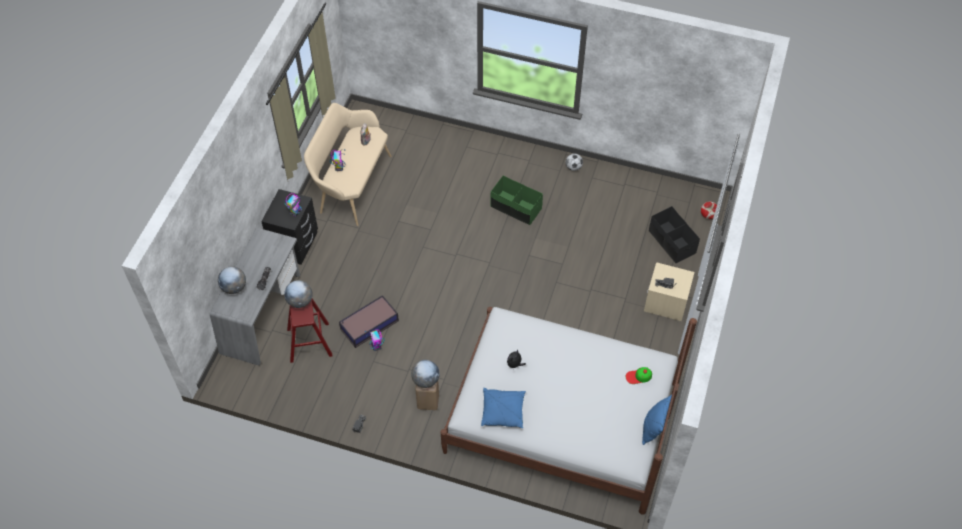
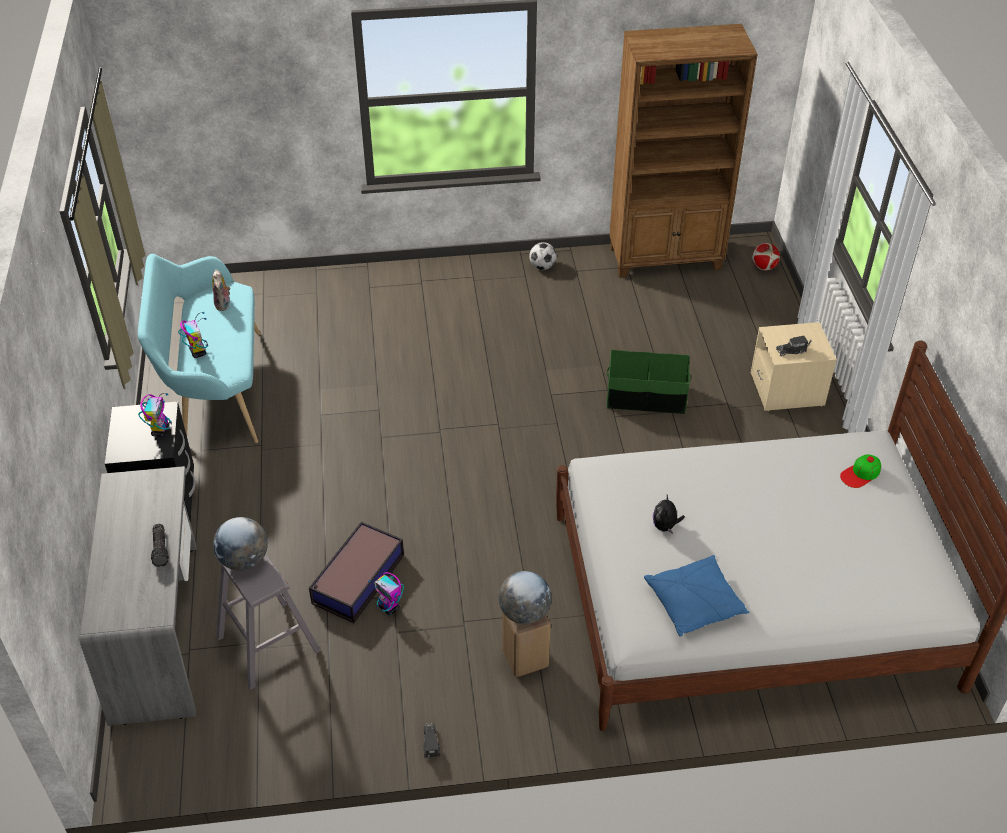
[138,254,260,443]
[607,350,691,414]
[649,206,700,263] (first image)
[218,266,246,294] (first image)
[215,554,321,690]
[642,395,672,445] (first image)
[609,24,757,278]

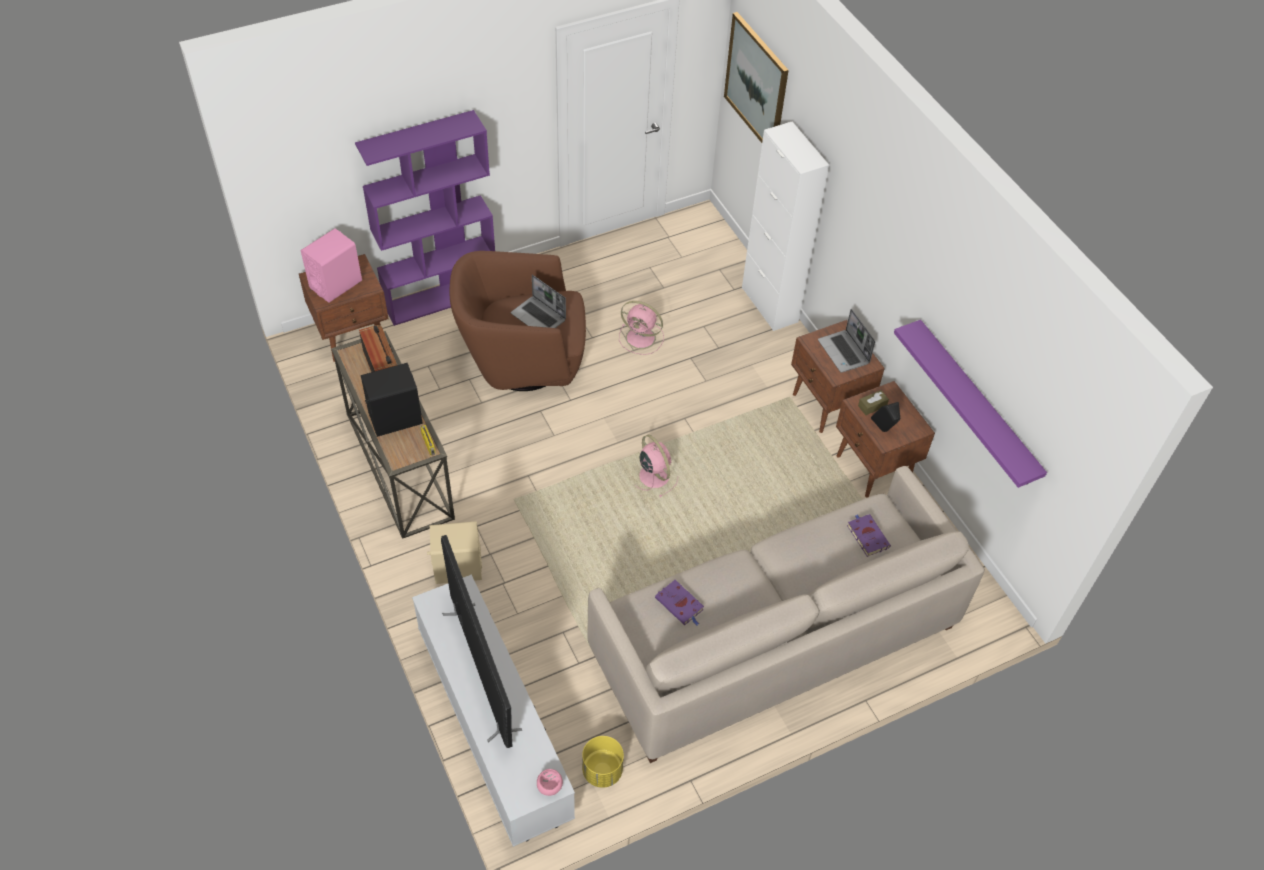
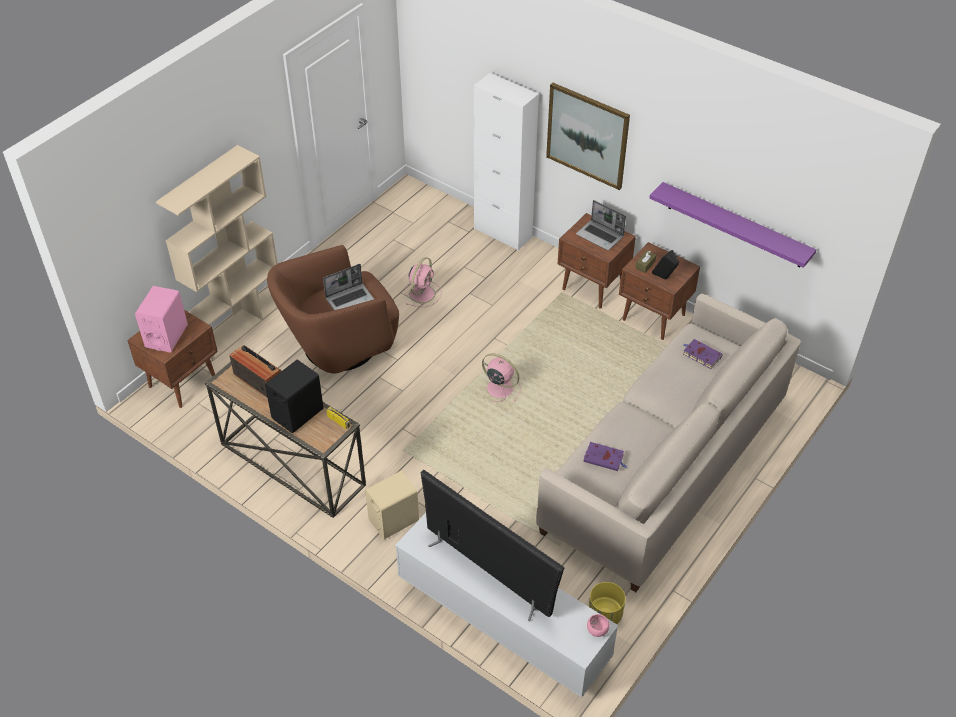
[546,83,630,190]
[156,145,278,361]
[323,264,374,310]
[405,257,442,307]

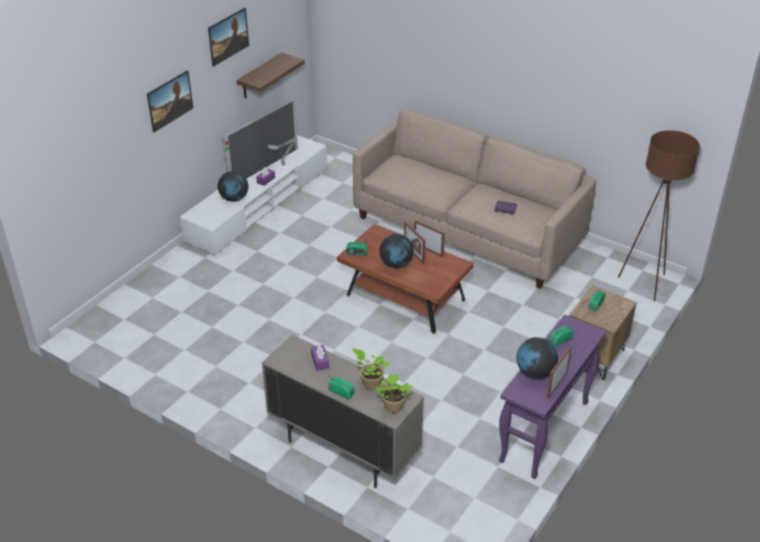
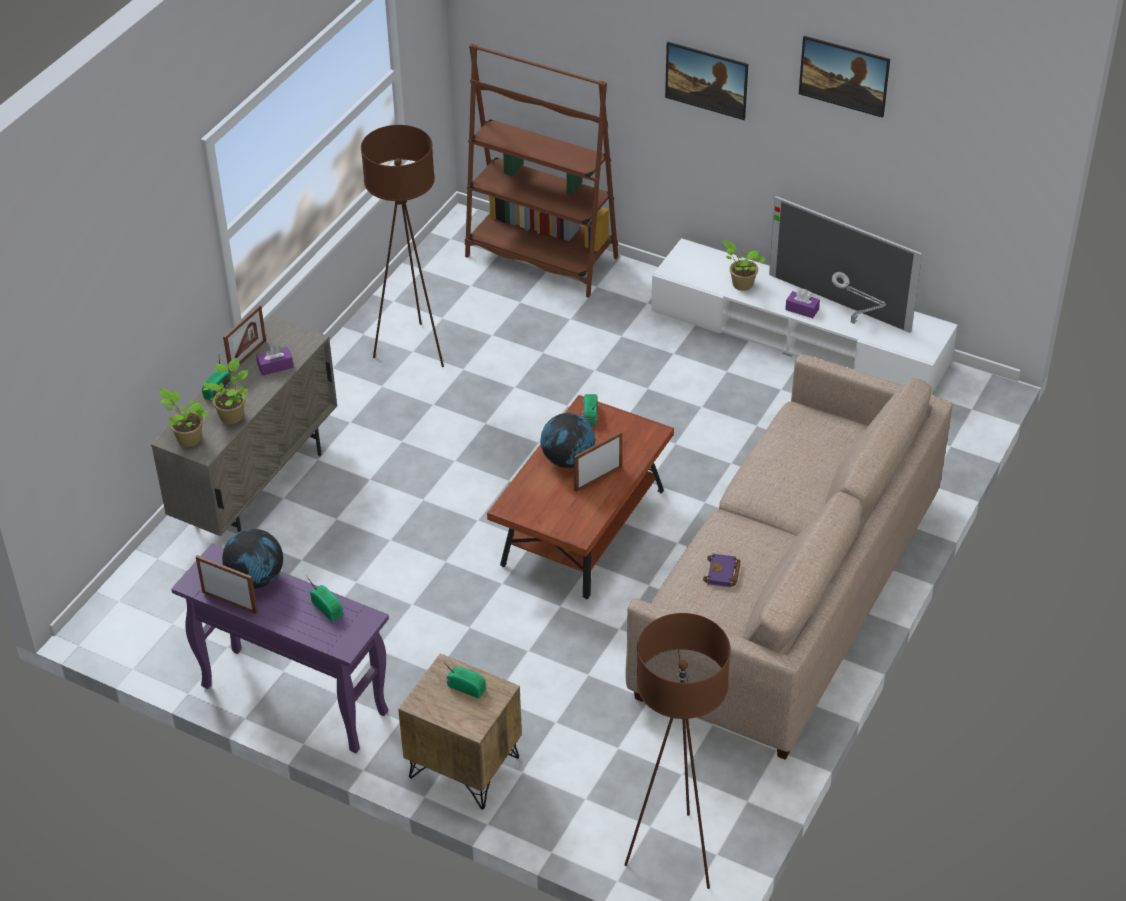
[237,53,305,98] (first image)
[722,240,766,291]
[223,305,266,373]
[465,43,618,298]
[361,125,444,367]

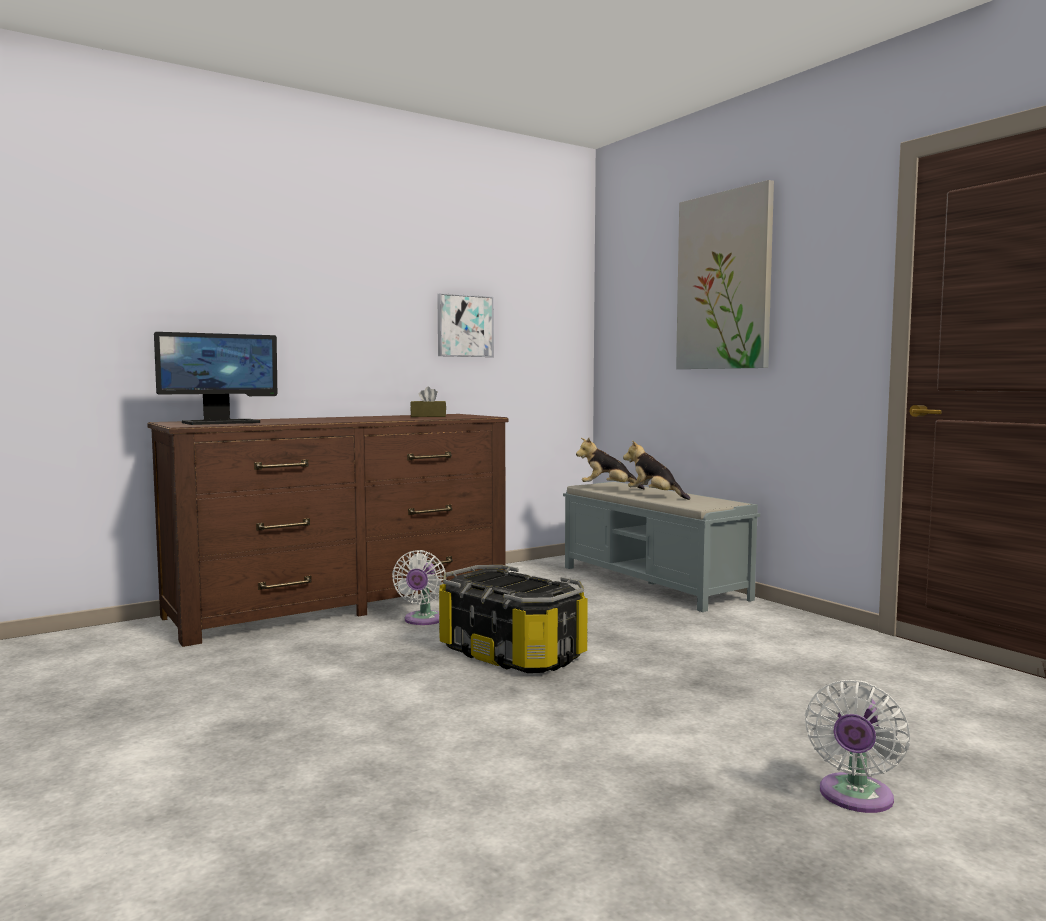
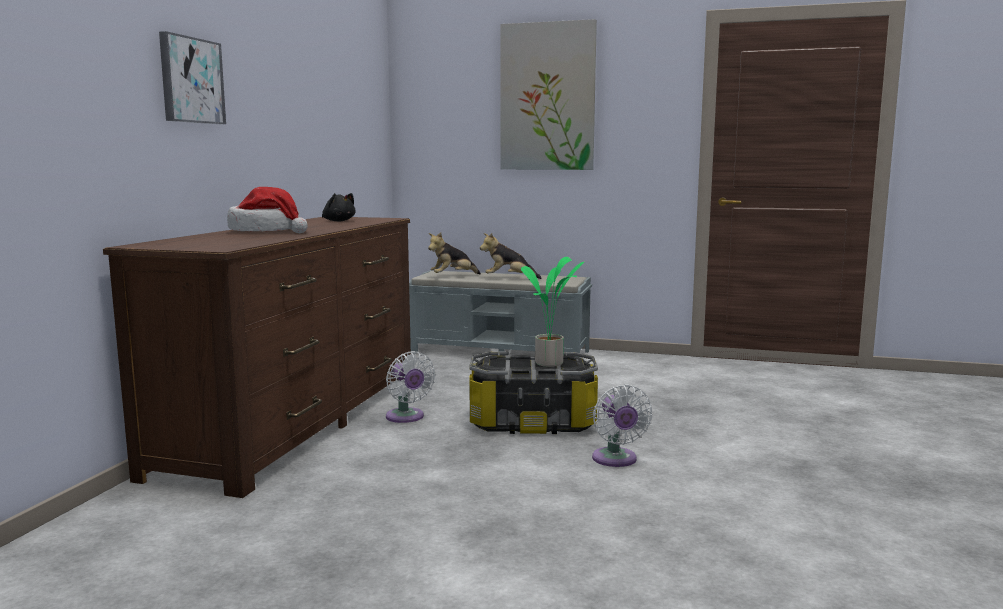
[159,31,226,124]
[154,332,277,425] (first image)
[322,193,356,221]
[592,385,653,467]
[227,187,308,233]
[521,257,584,367]

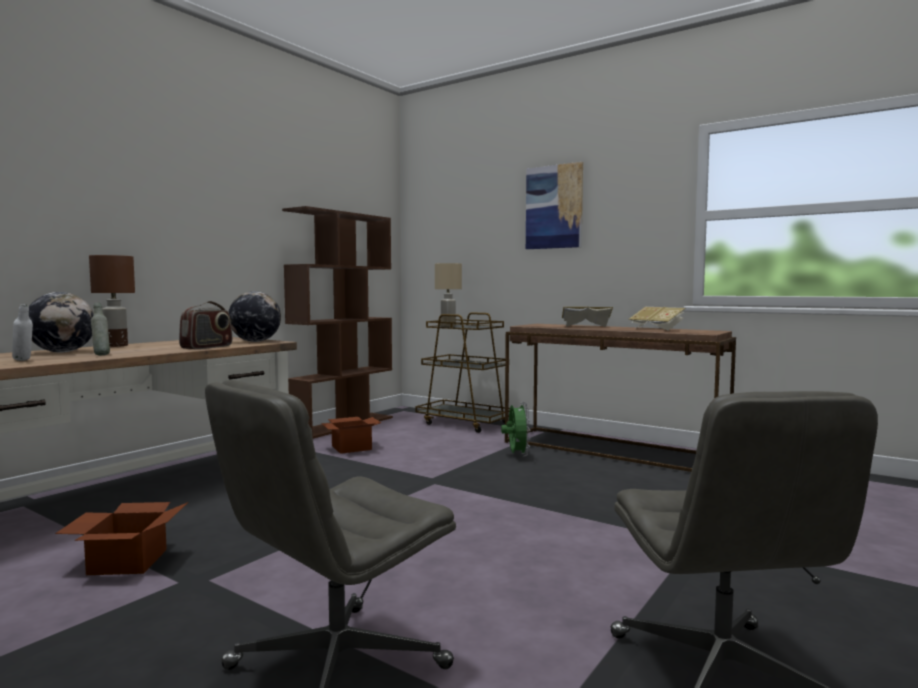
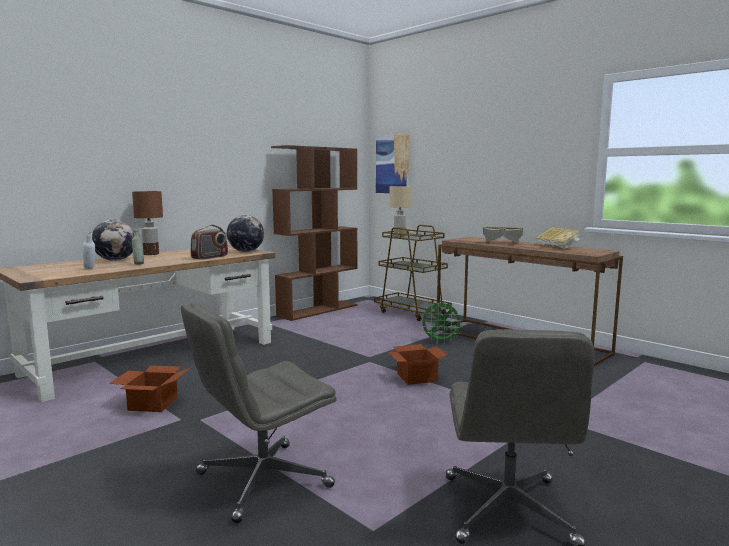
[376,134,409,193]
[420,302,463,344]
[388,344,448,385]

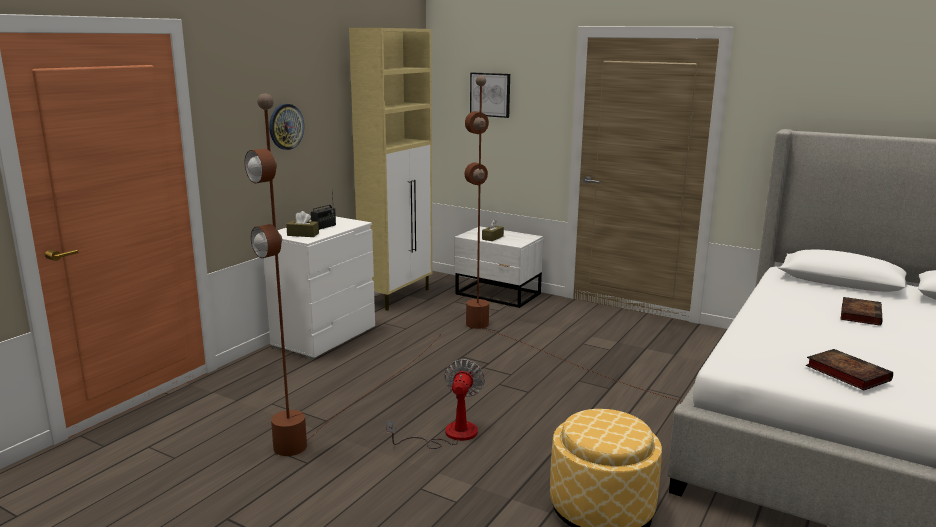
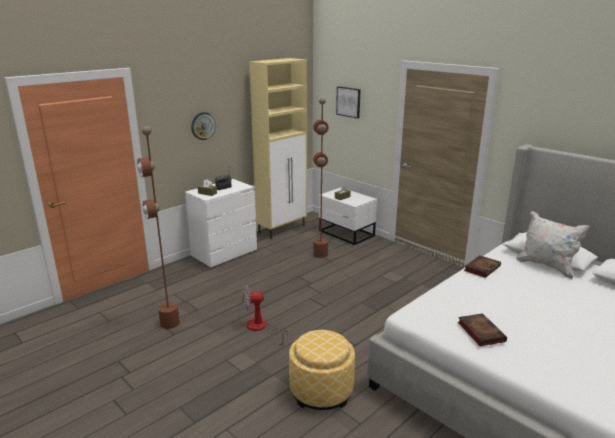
[464,255,501,278]
[242,285,287,345]
[516,211,590,279]

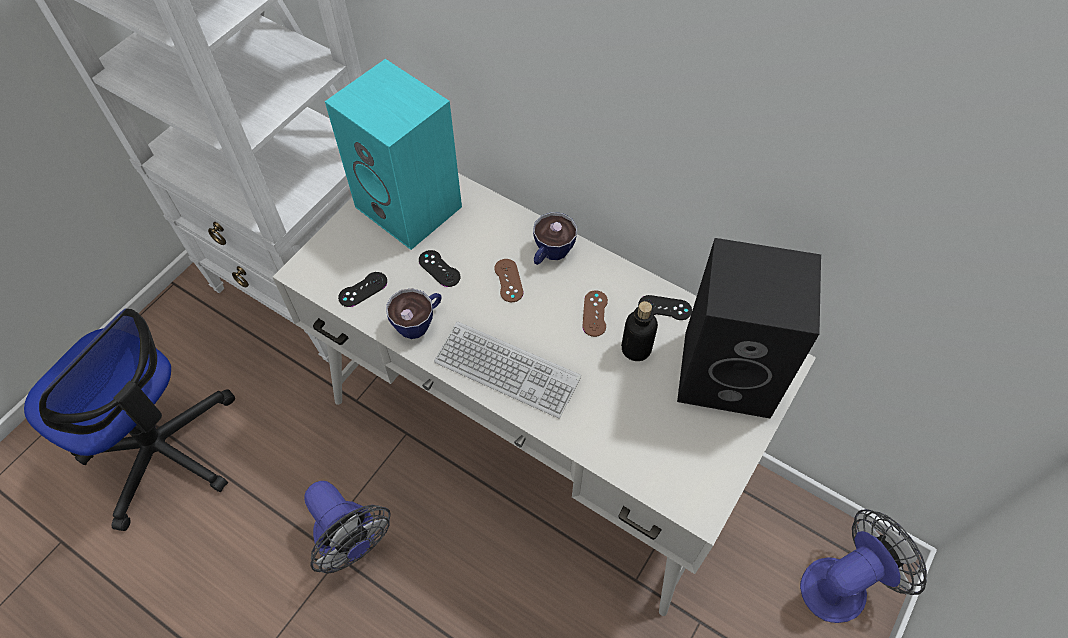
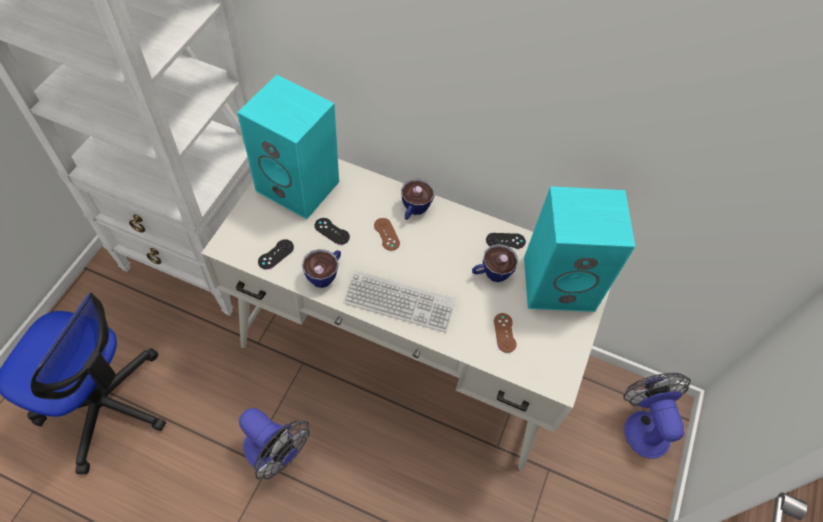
[524,186,635,312]
[494,313,517,353]
[472,244,518,282]
[623,373,691,459]

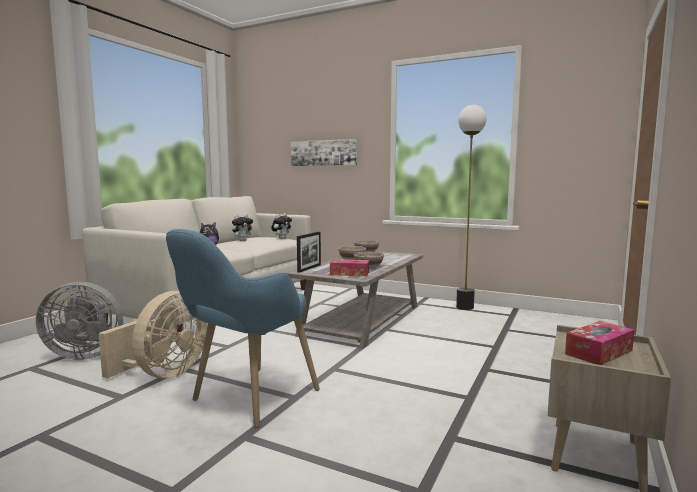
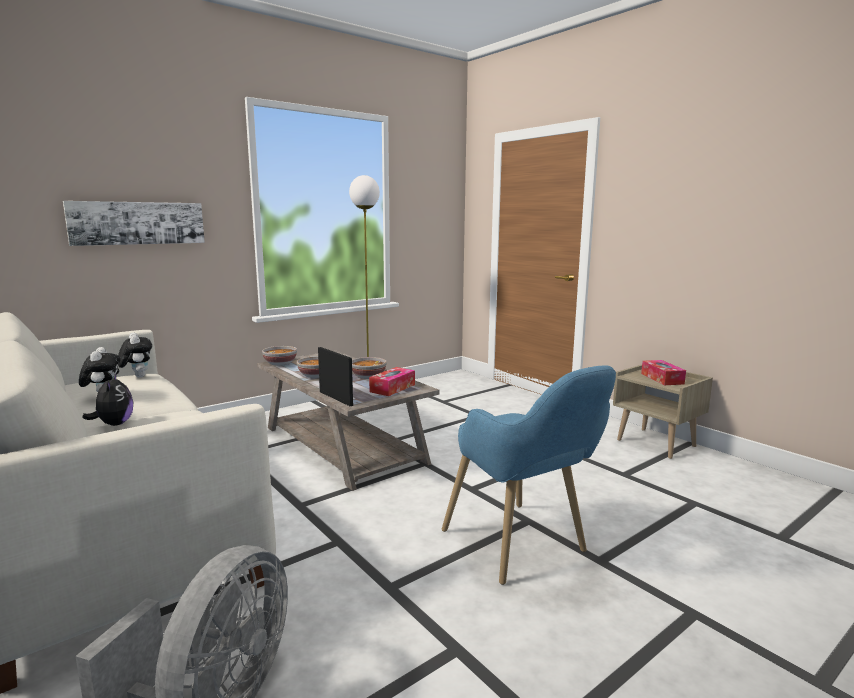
[99,291,208,378] (first image)

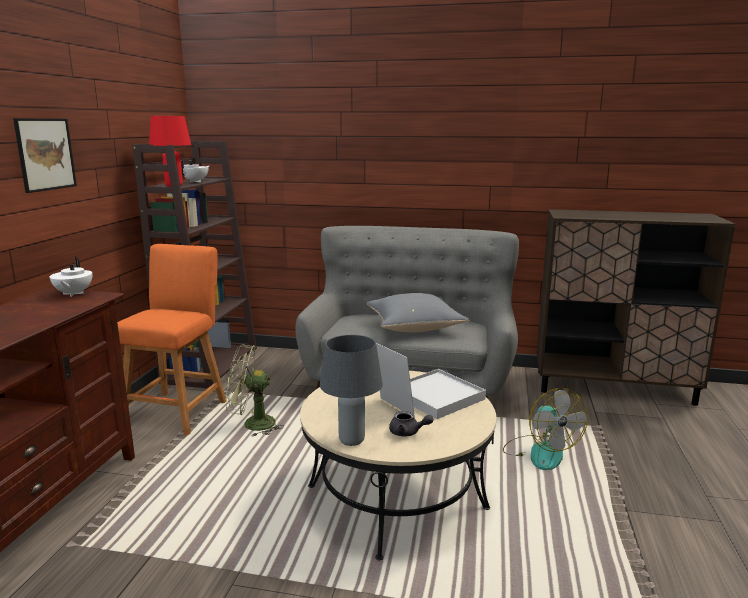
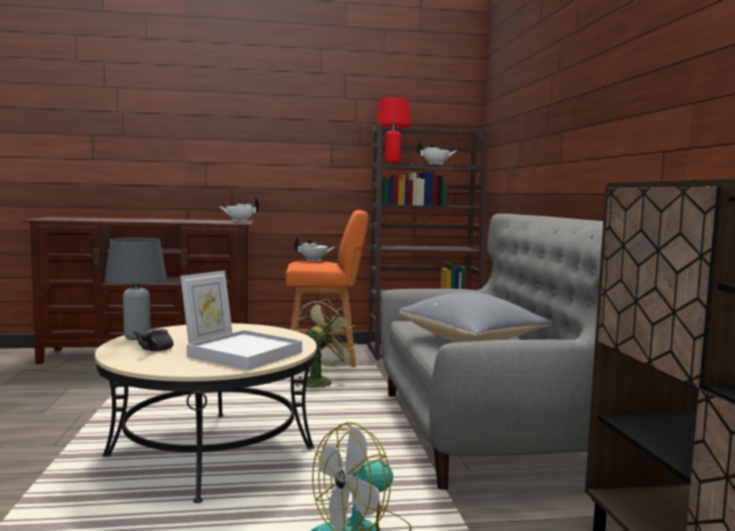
[13,118,77,193] (first image)
[294,298,357,388]
[294,237,335,262]

